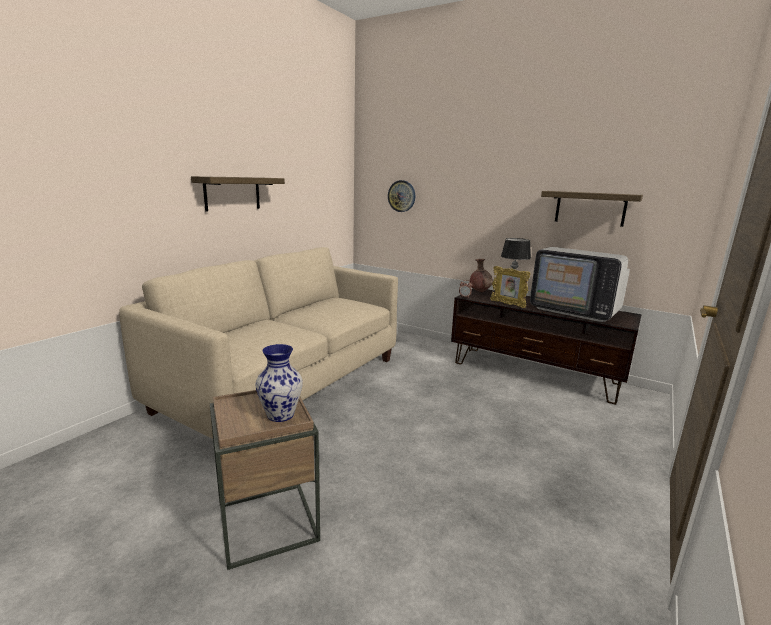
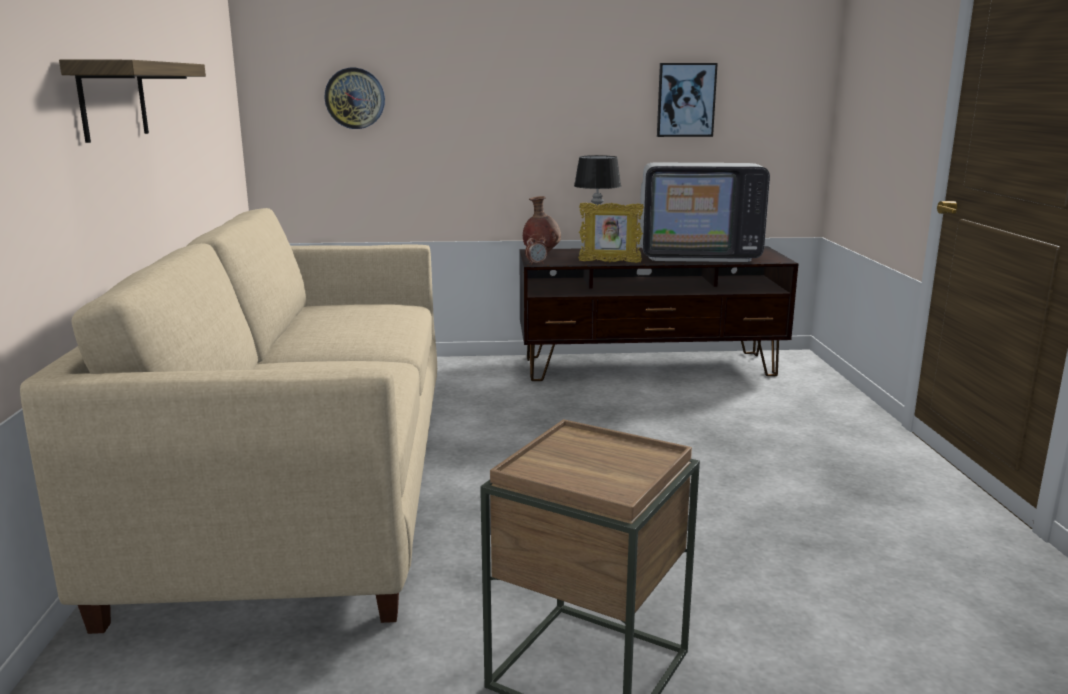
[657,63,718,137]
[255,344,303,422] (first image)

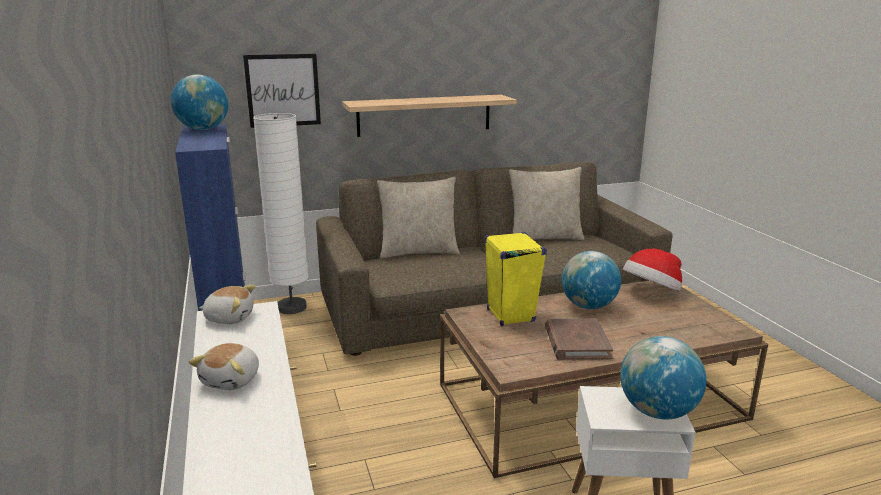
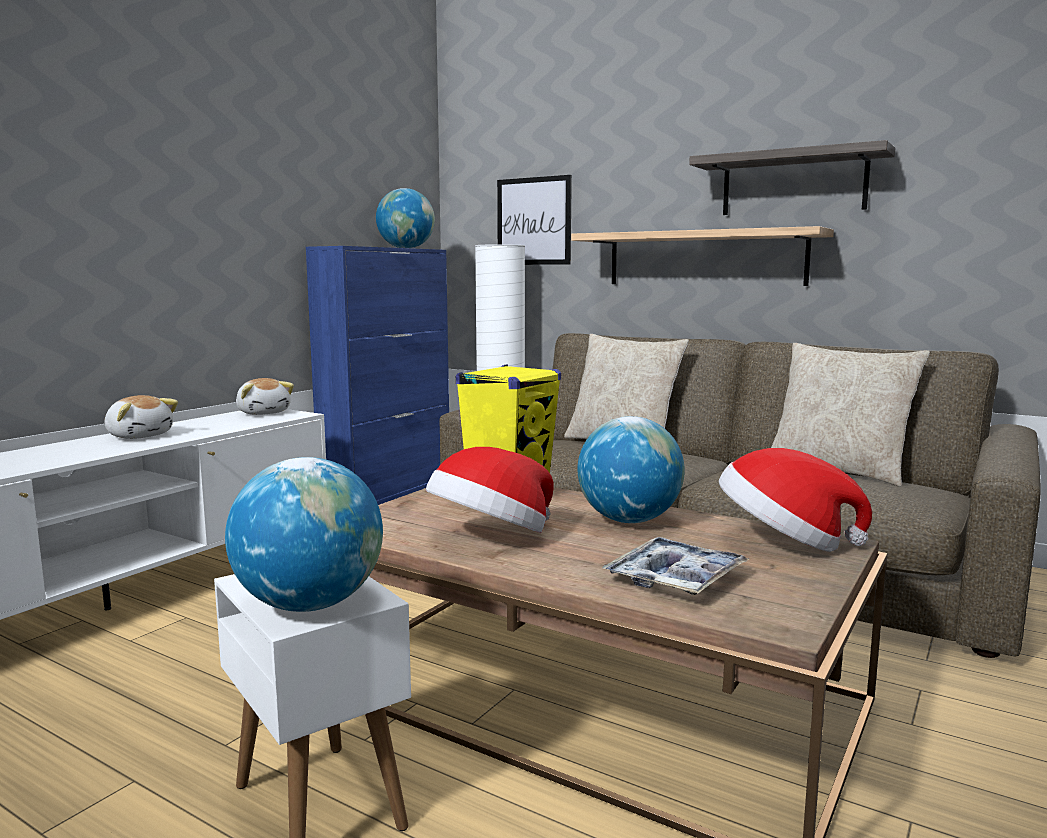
[426,447,554,533]
[104,395,178,439]
[689,140,895,215]
[602,537,749,595]

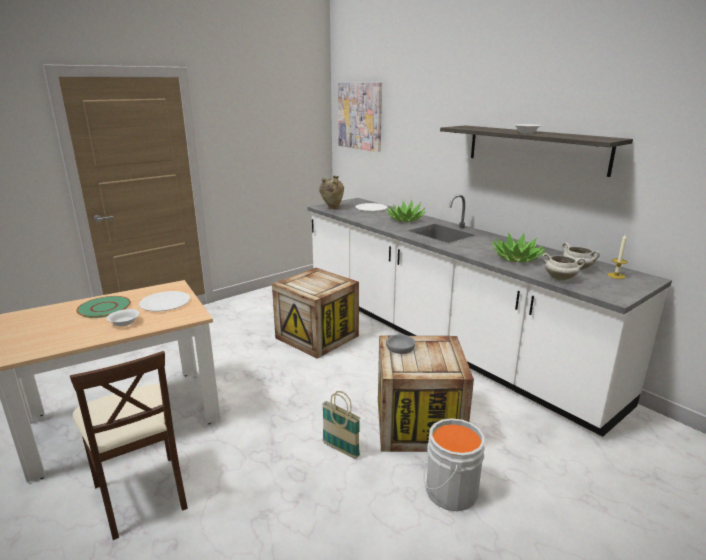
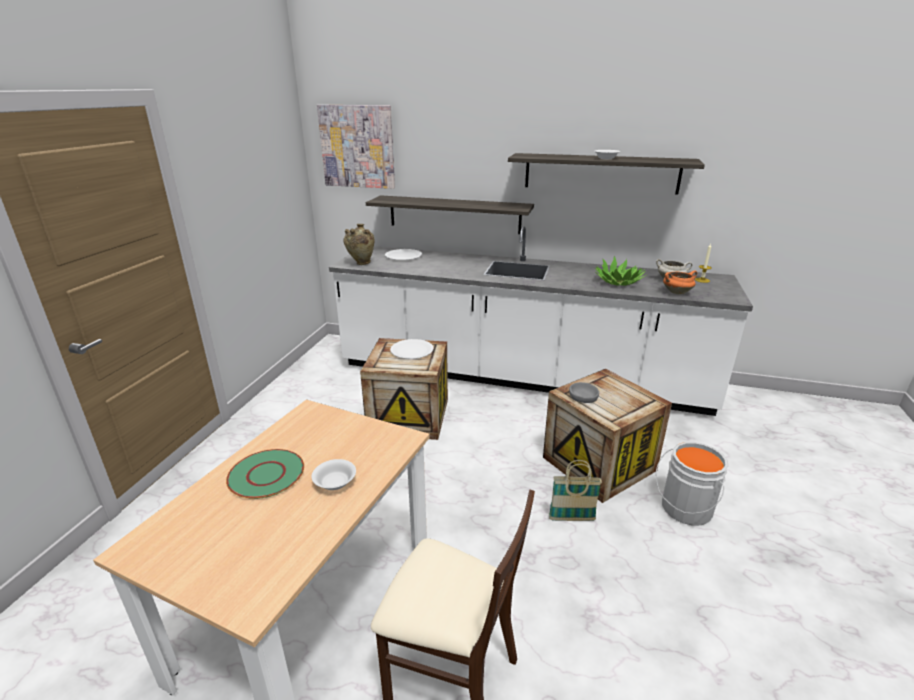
[385,199,427,222] (first image)
[663,270,697,294]
[390,339,434,359]
[366,195,534,234]

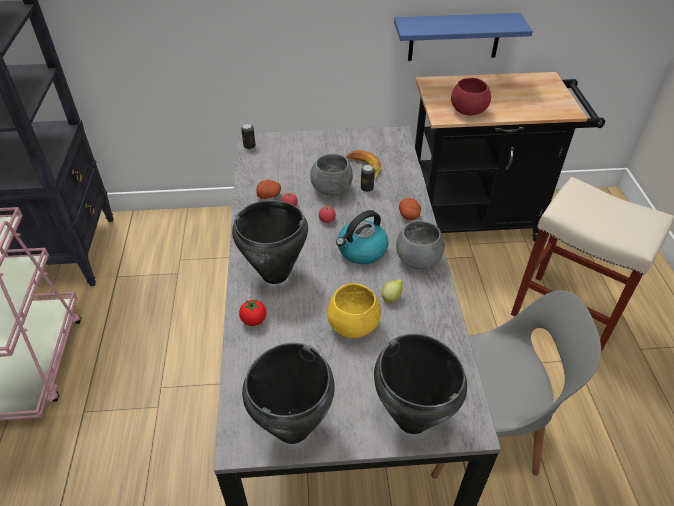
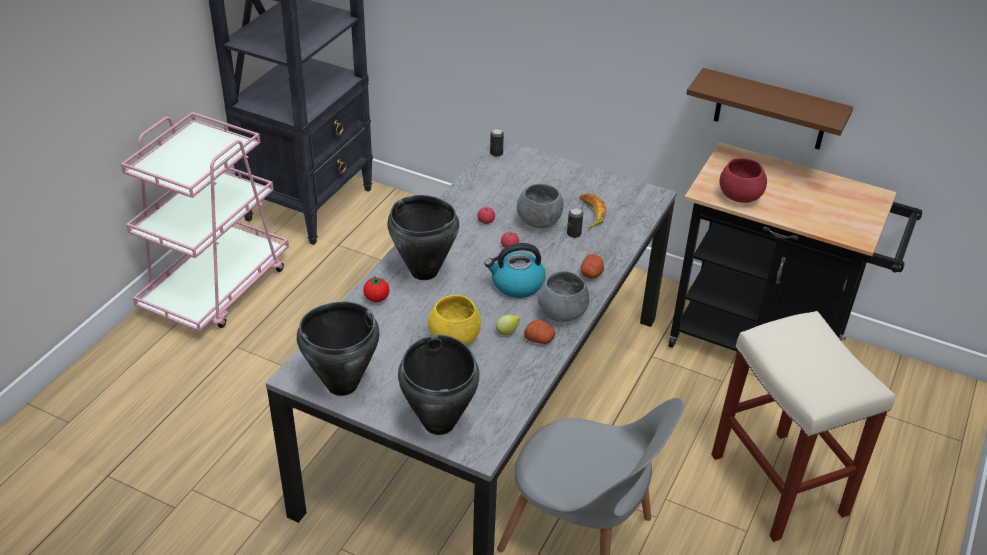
[686,68,853,149]
[524,320,556,344]

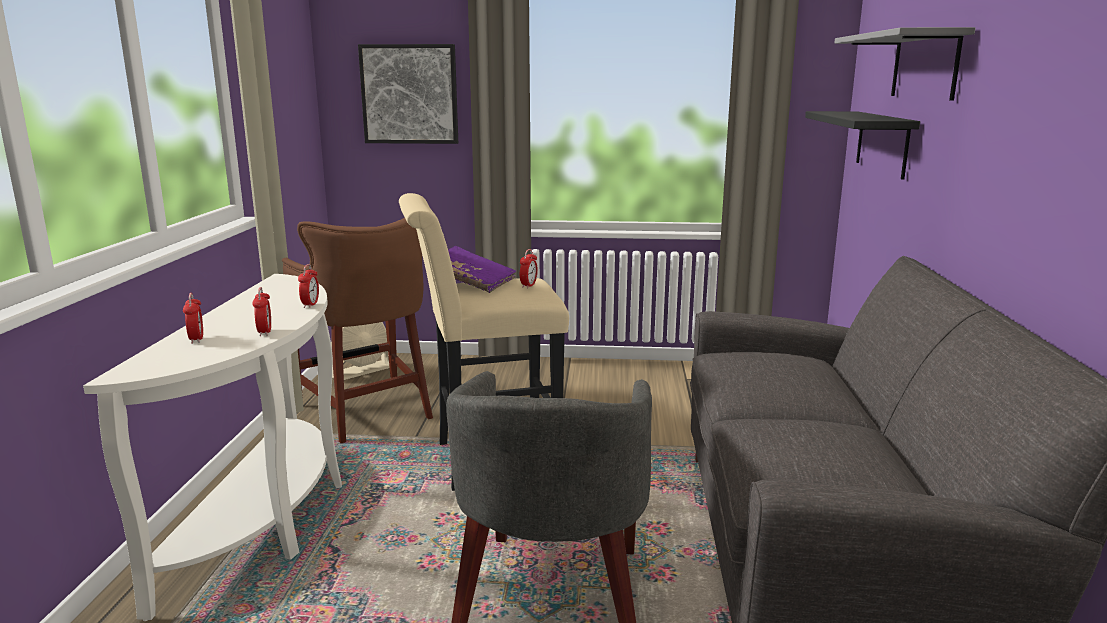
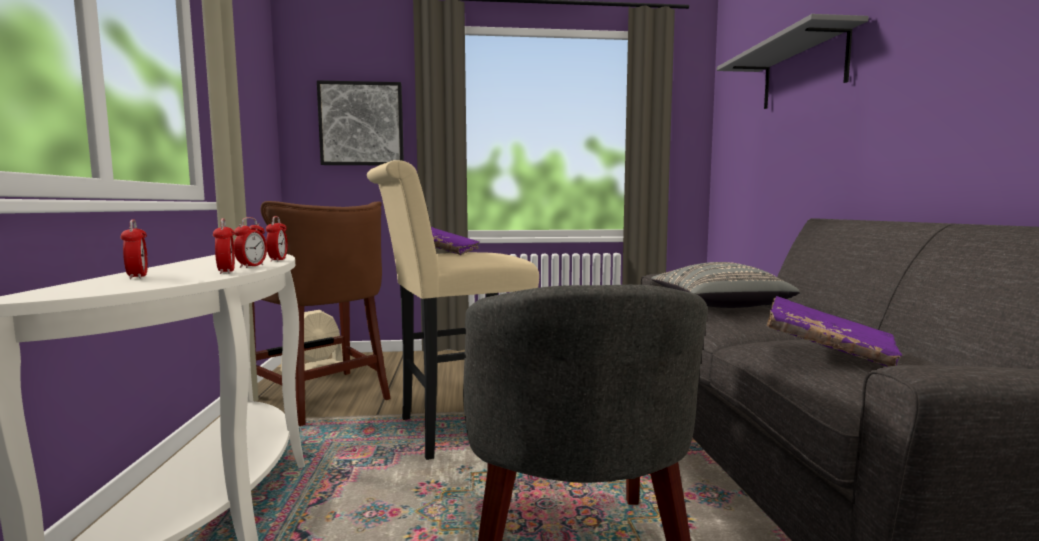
[805,111,920,180] (first image)
[234,217,267,268]
[651,262,800,308]
[767,296,902,367]

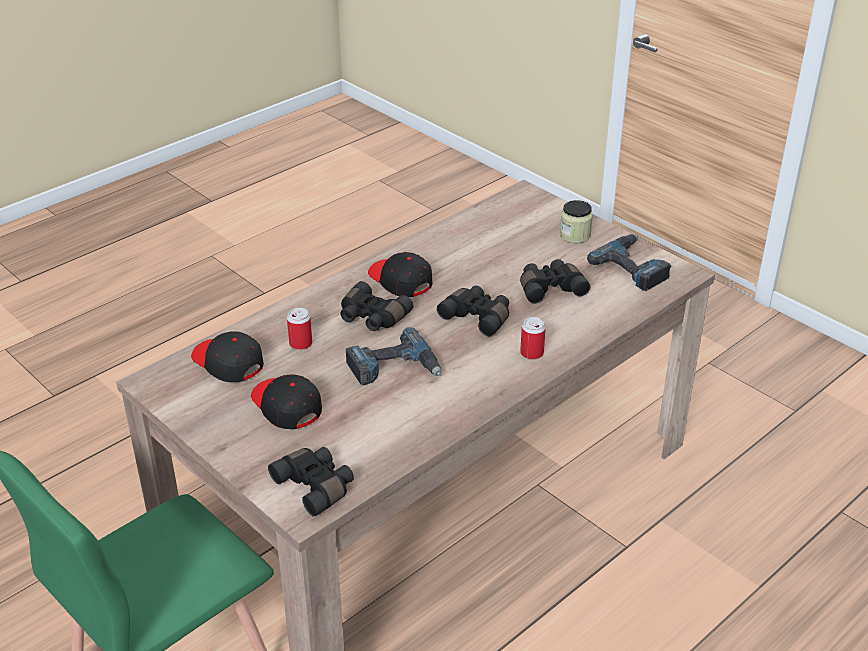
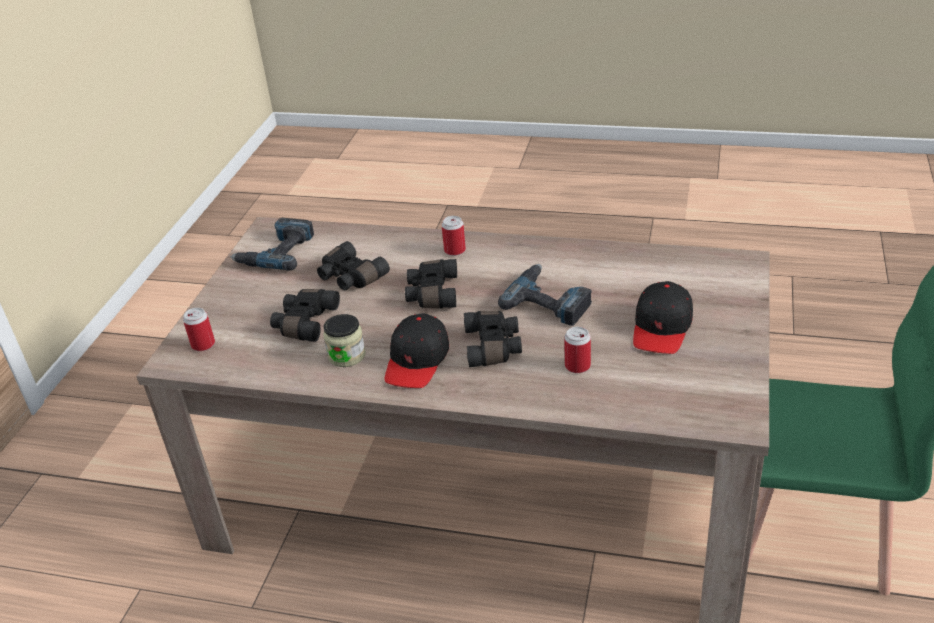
[323,314,366,367]
[191,331,264,382] (first image)
[270,289,340,342]
[183,308,215,351]

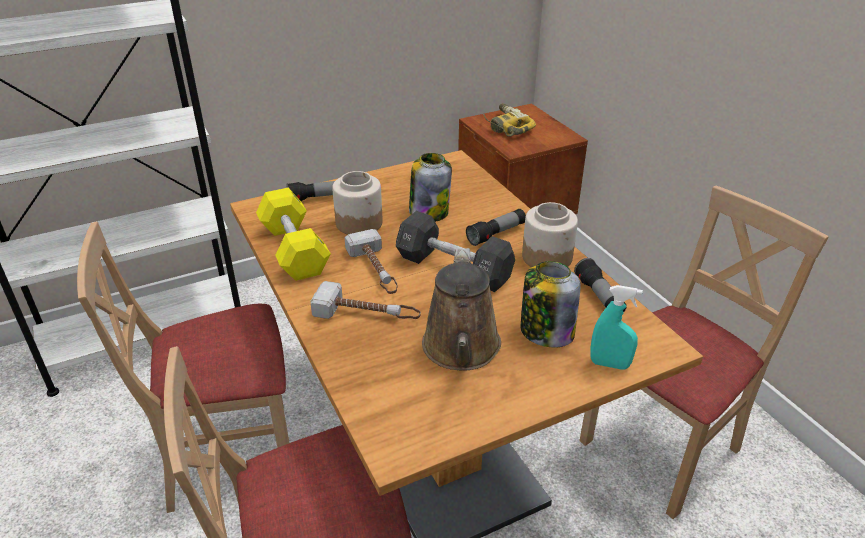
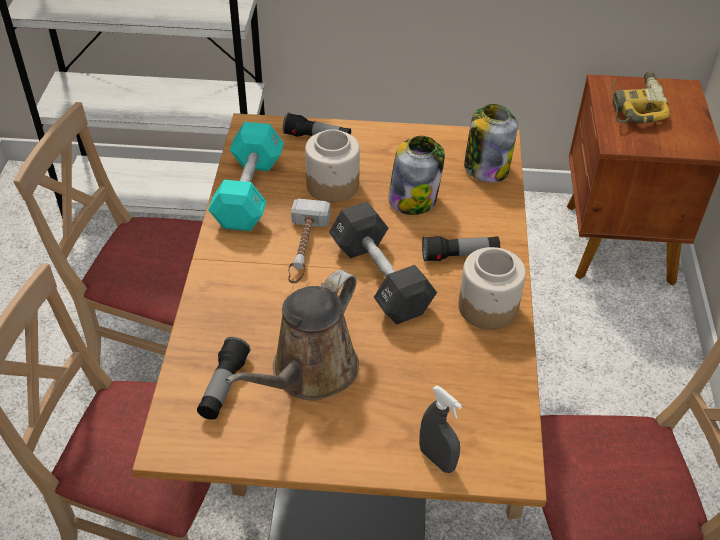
[208,122,284,231]
[197,337,250,420]
[464,104,518,183]
[311,281,421,319] (first image)
[419,385,462,473]

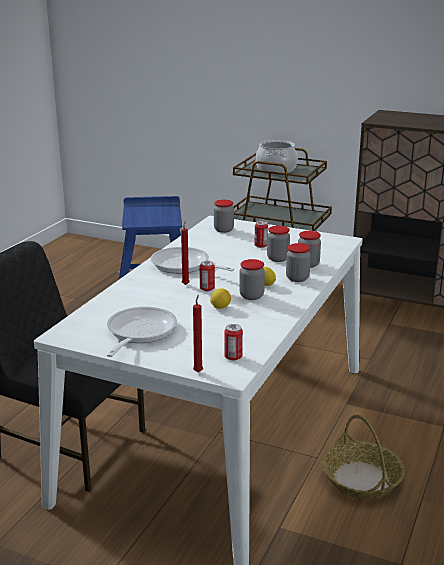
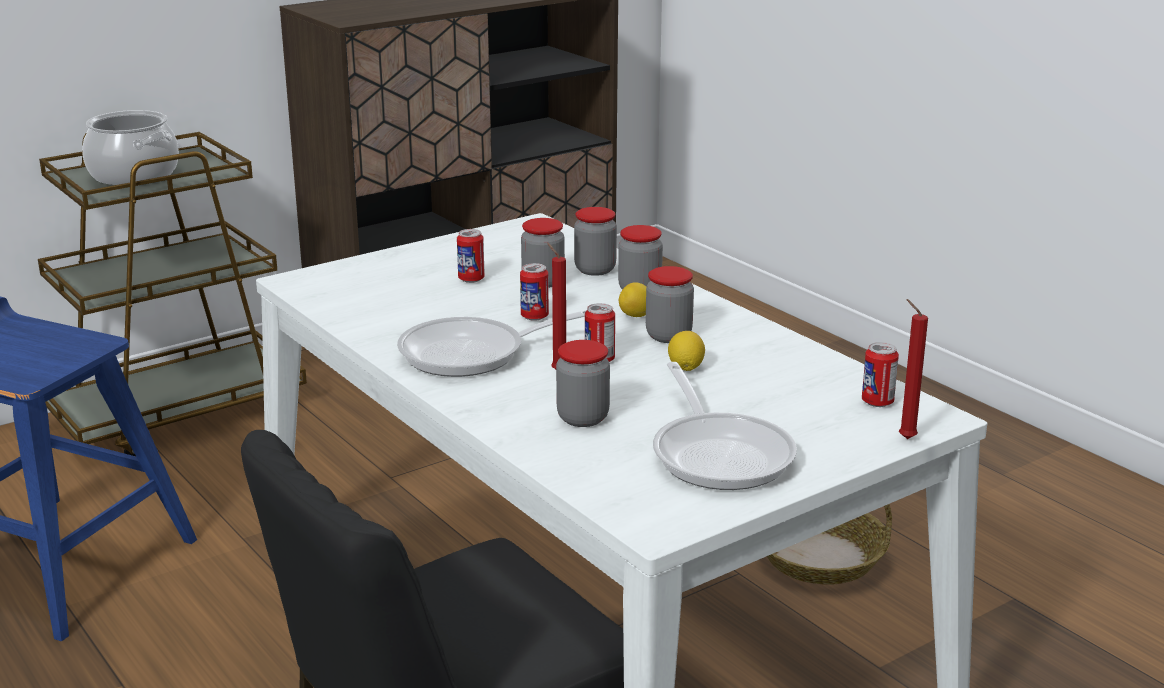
[556,340,610,427]
[653,362,797,490]
[520,263,549,321]

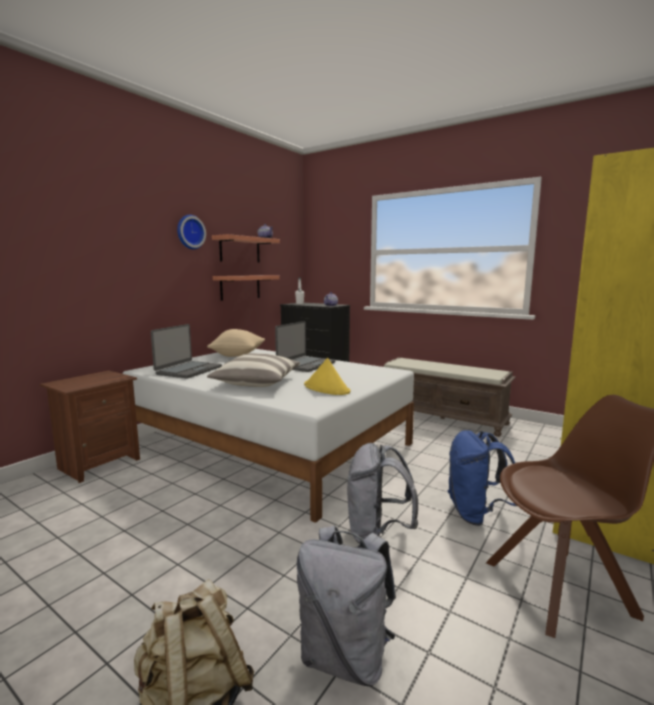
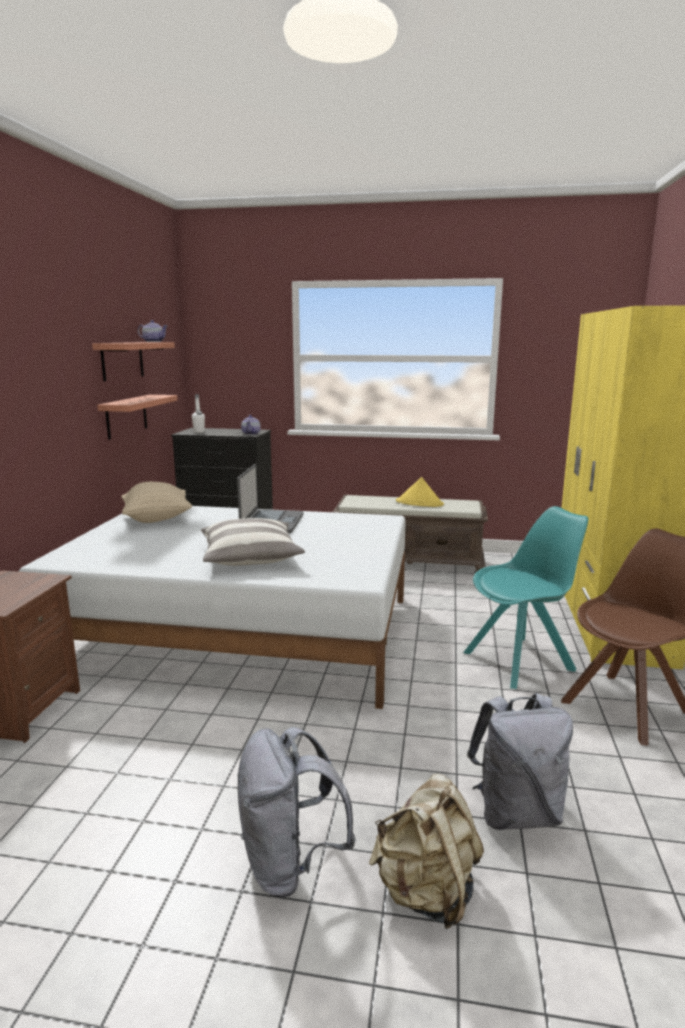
[177,215,206,249] (first image)
[151,324,222,378] (first image)
[396,477,444,507]
[463,506,588,689]
[238,727,356,897]

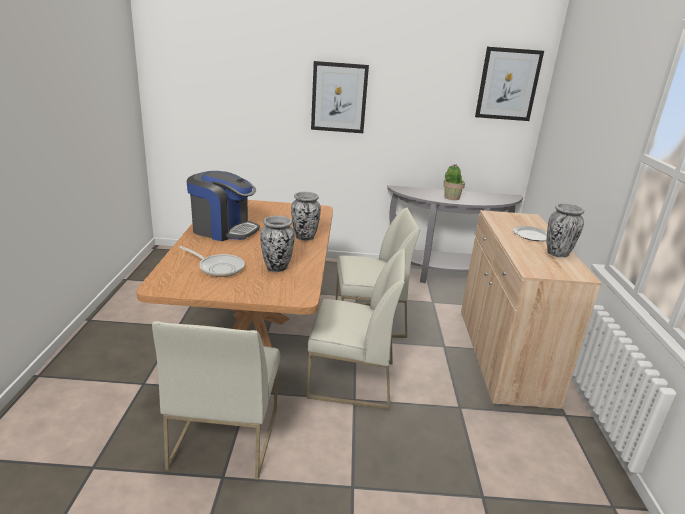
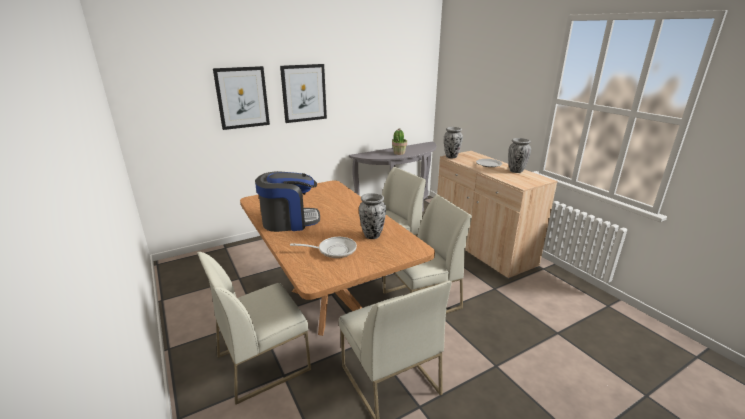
[213,66,270,130]
[444,127,463,158]
[197,252,311,405]

